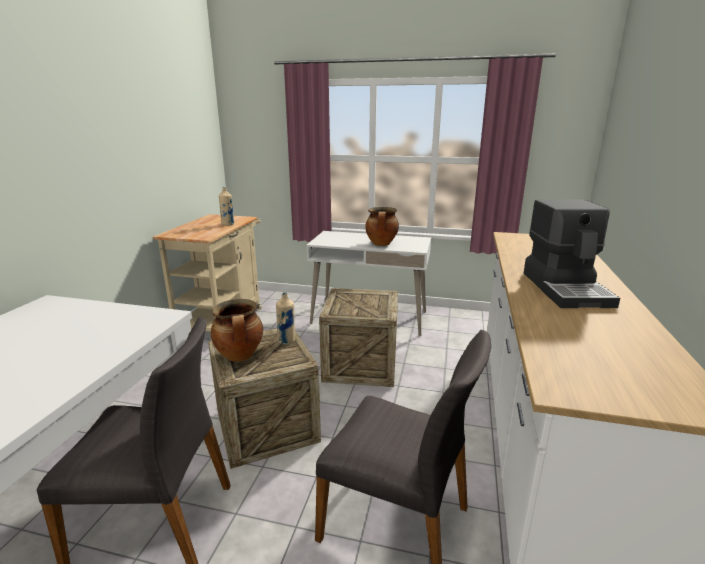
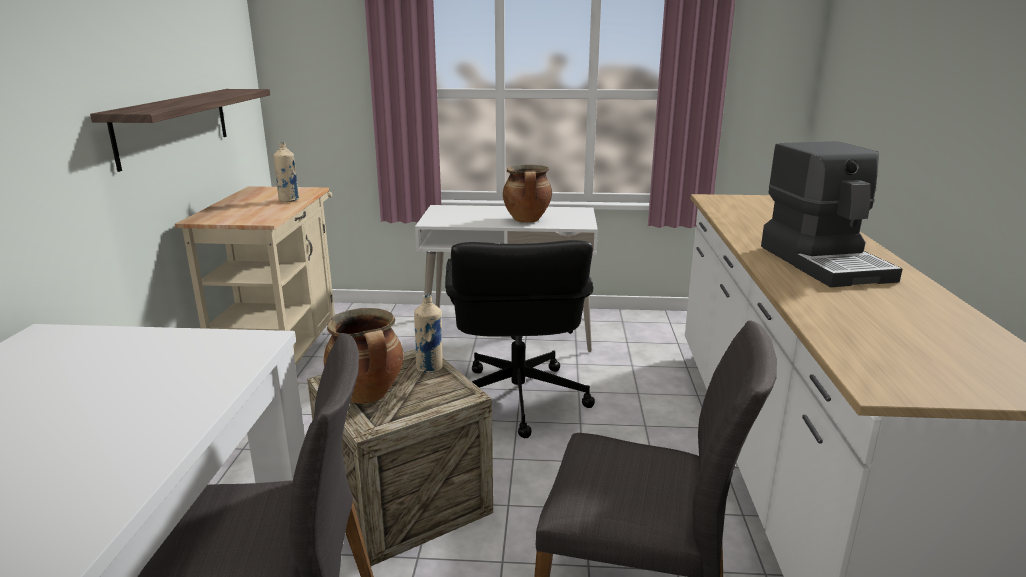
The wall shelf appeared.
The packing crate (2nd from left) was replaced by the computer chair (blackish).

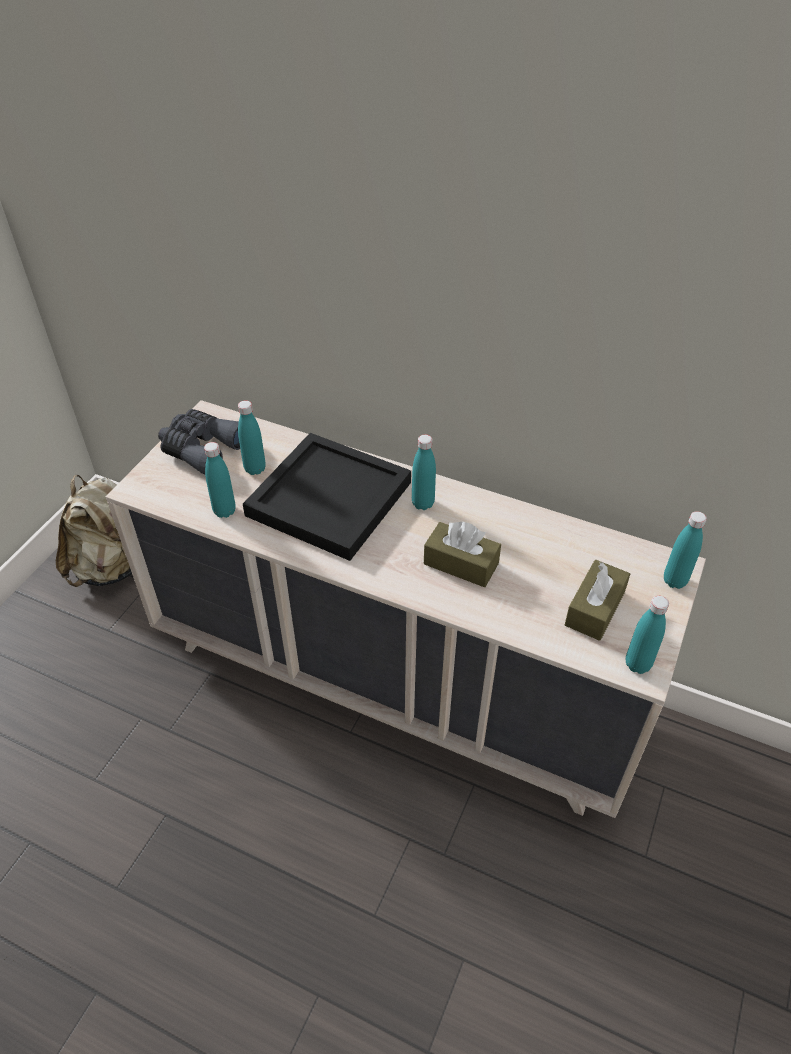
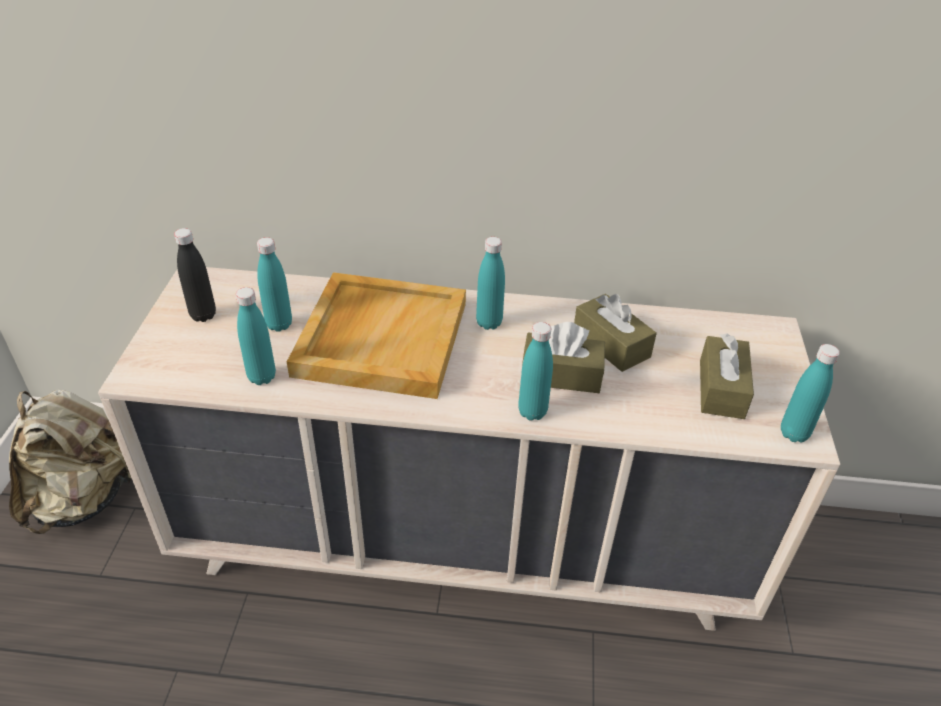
The pair of binoculars (grey) was replaced by the beverage bottle (blackish).
The carrying tray (blackish) became the carrying tray (beige-coloured).
The beverage bottle (turquoise-coloured) (5th from left in the first image) moved.
The box of tissues (brown) (2nd from left) appeared.

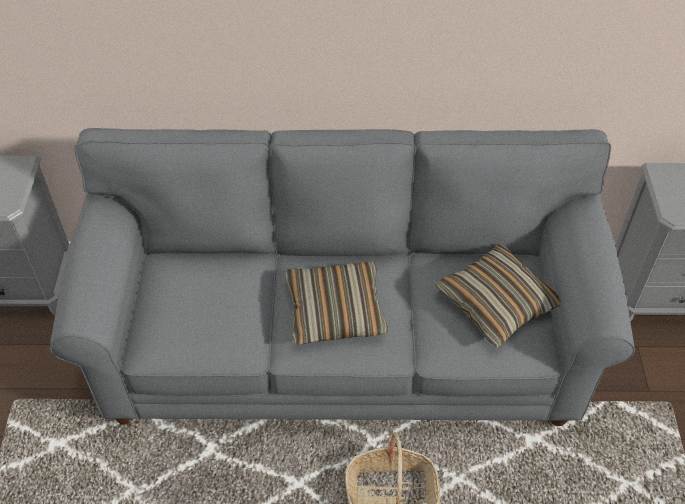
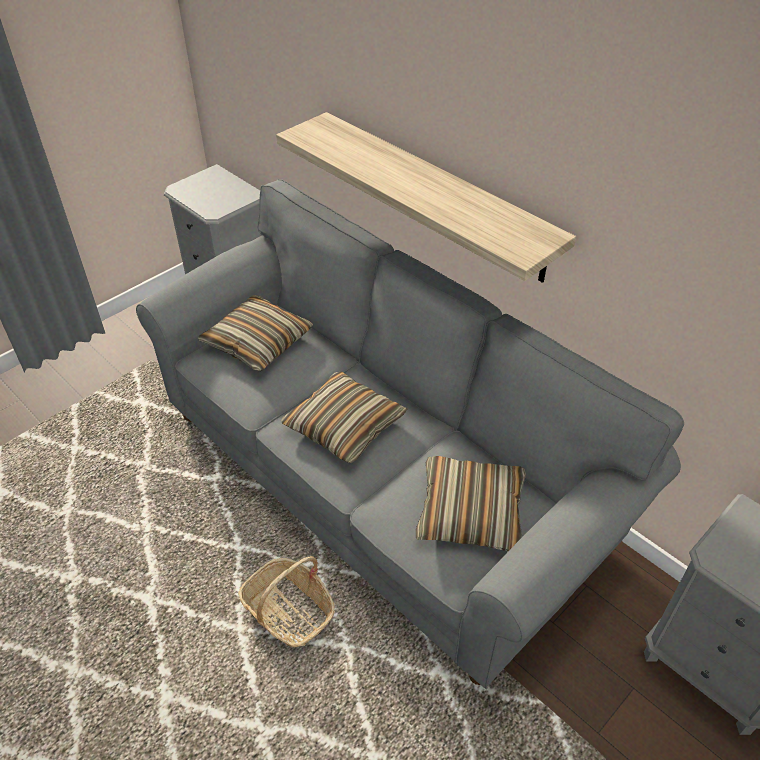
The cushion (1st from left) appeared.
The wall shelf appeared.

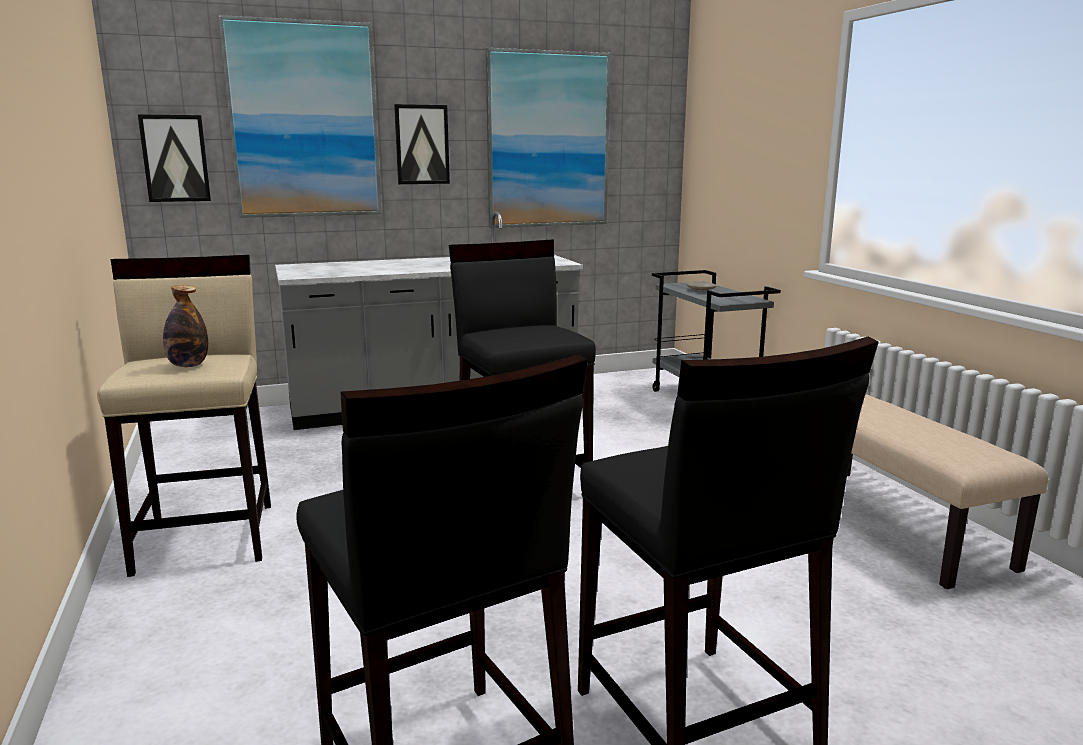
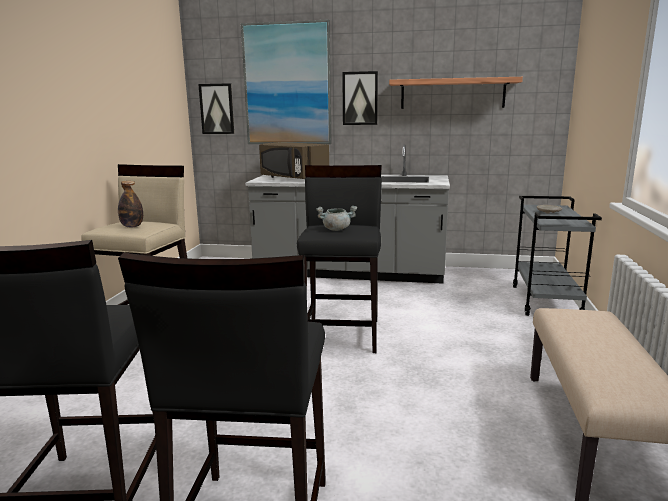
The kitchen microwave (brown) appeared.
The saucepot (grey) appeared.
The wall picture (4th from left) was replaced by the wall shelf.

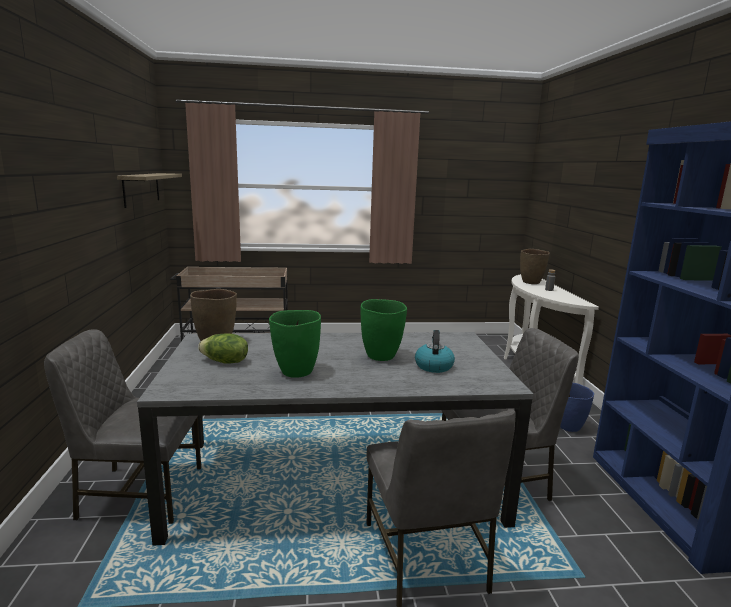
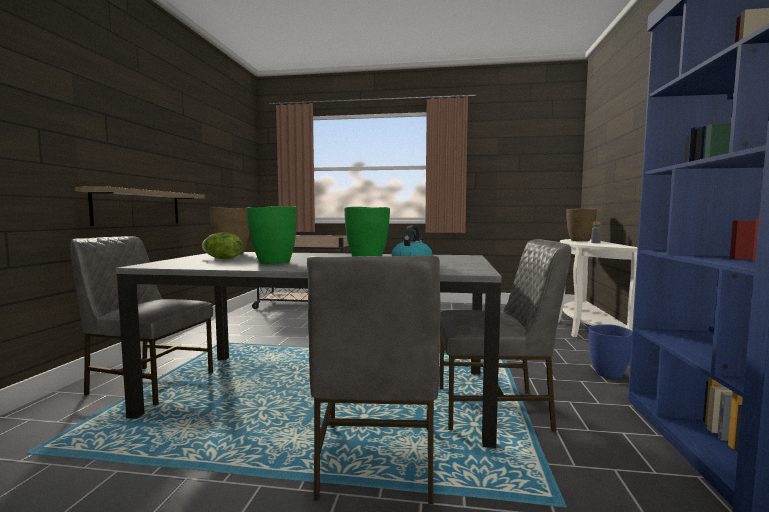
The wall shelf moved.

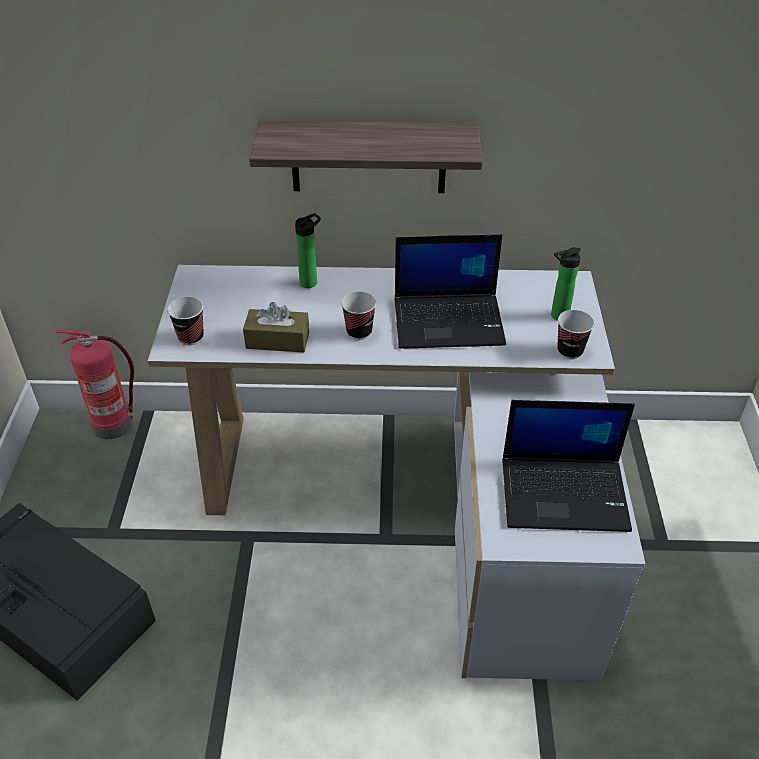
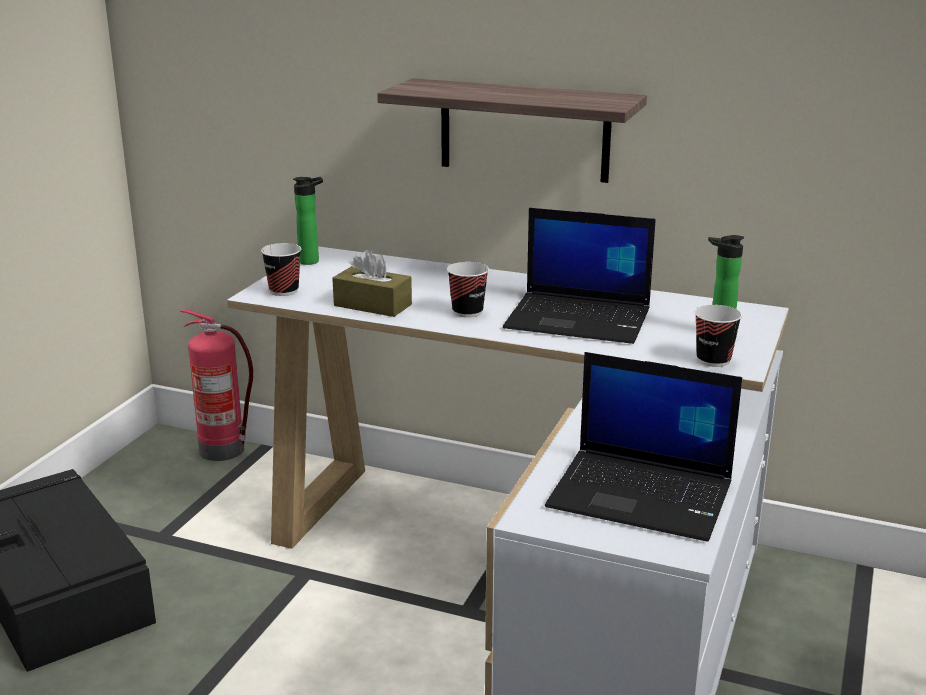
The beverage bottle (1st from left) moved.

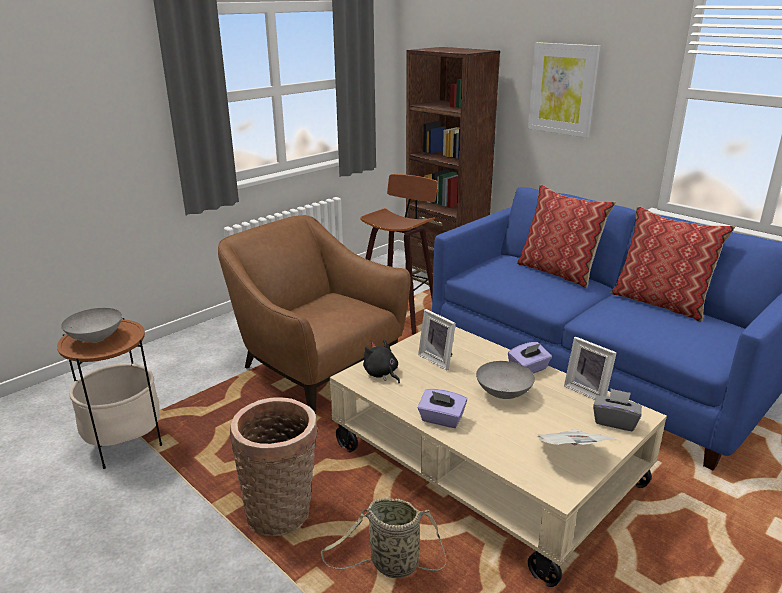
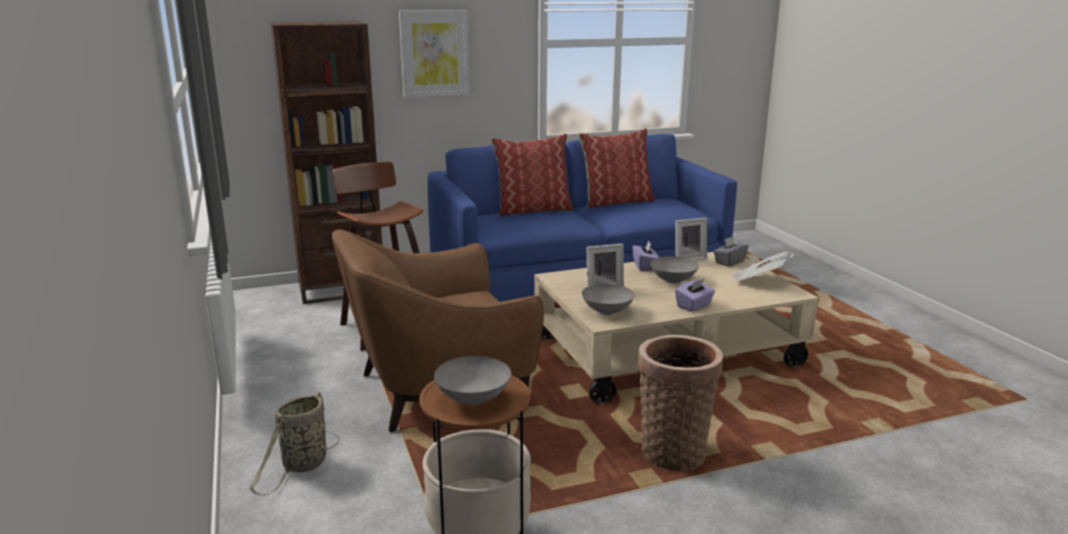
The basket (2nd from left in the first image) moved.
The soft toy (blackish) was replaced by the serving bowl (grey) (2nd from left).

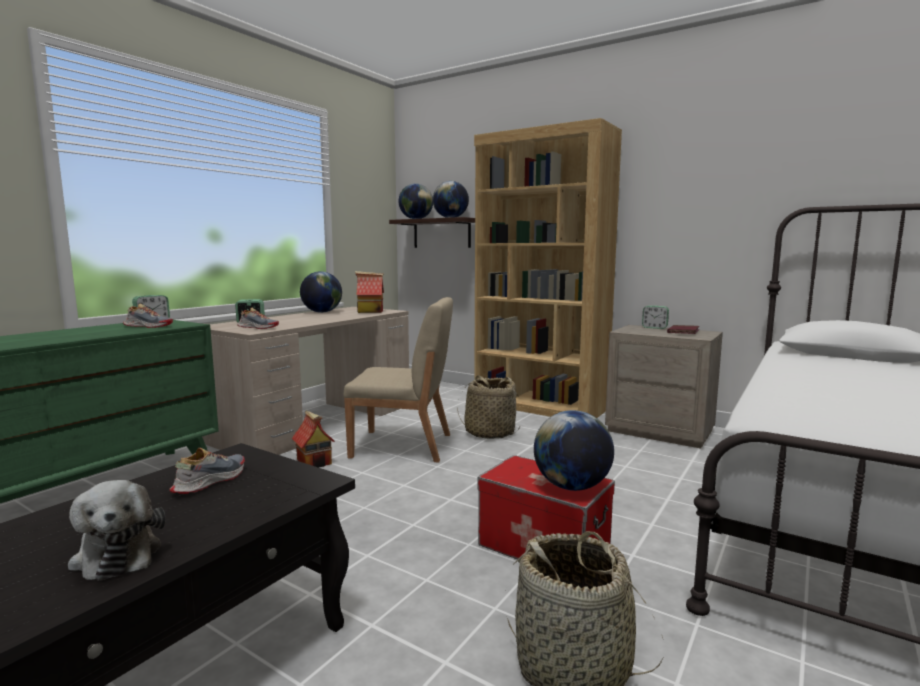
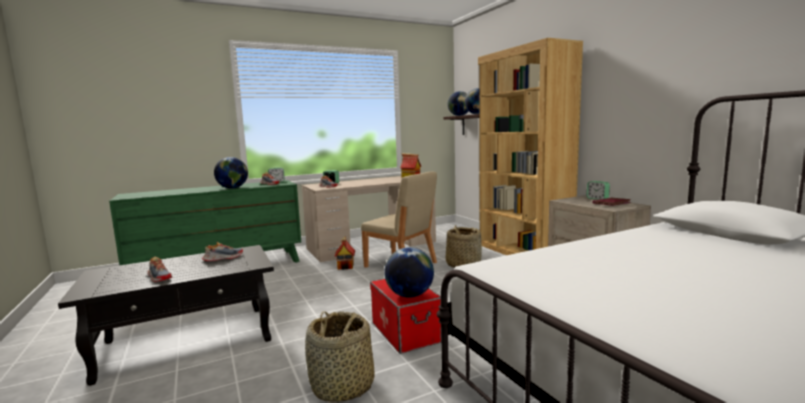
The soft toy was replaced by the low shoe (1st from left).
The world globe (1st from left) moved.

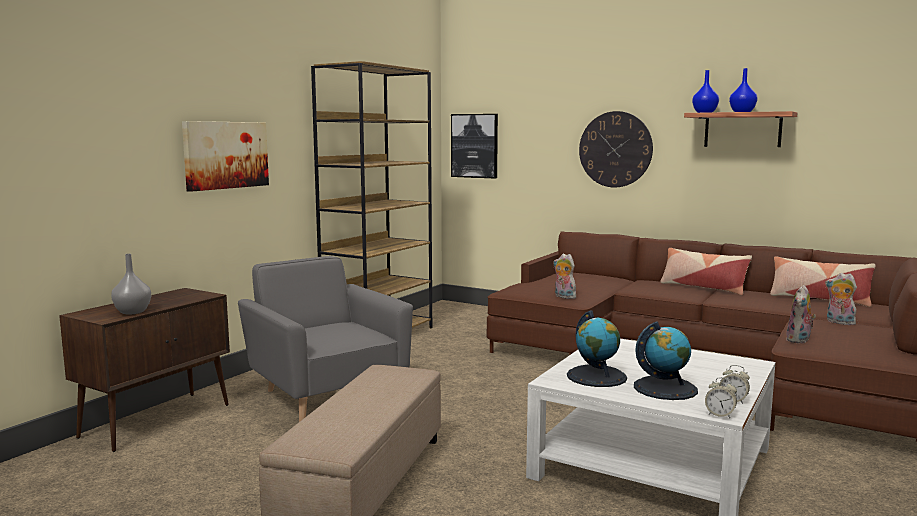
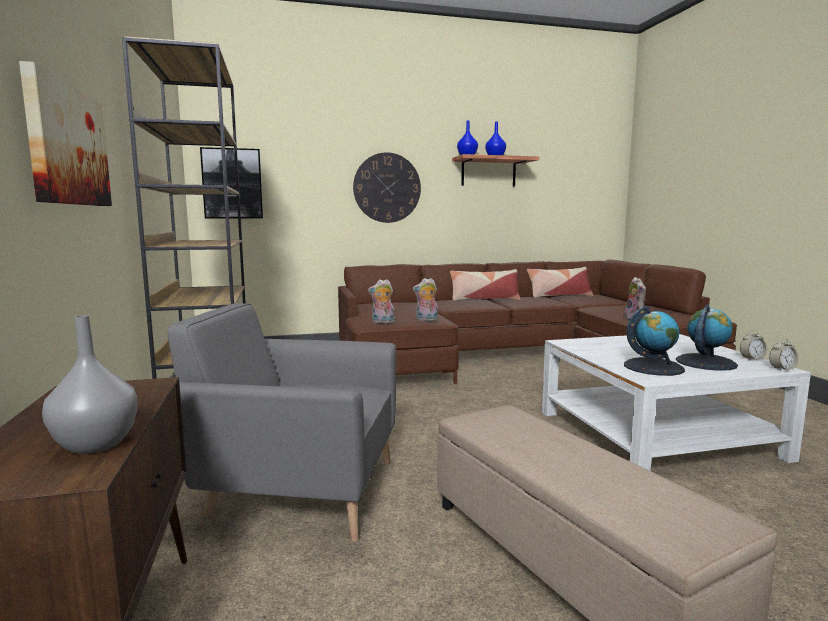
The soft toy (3rd from left in the first image) moved.

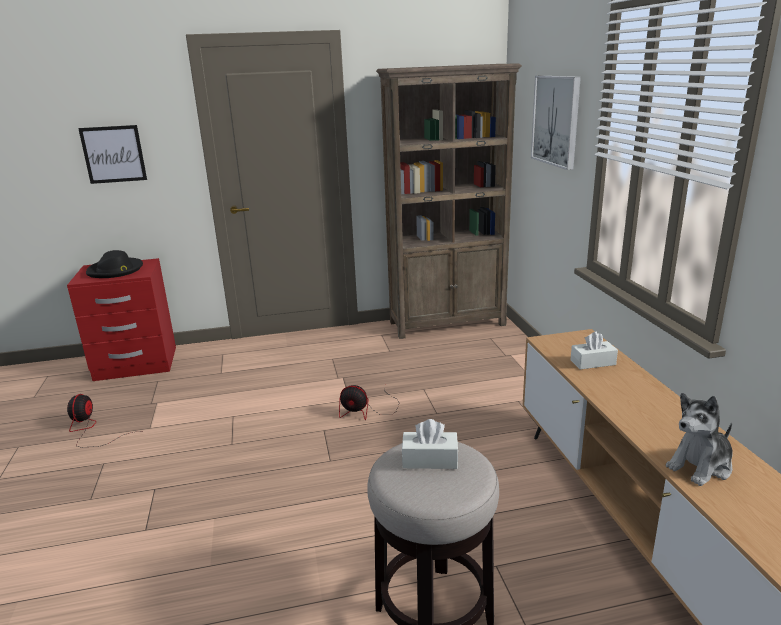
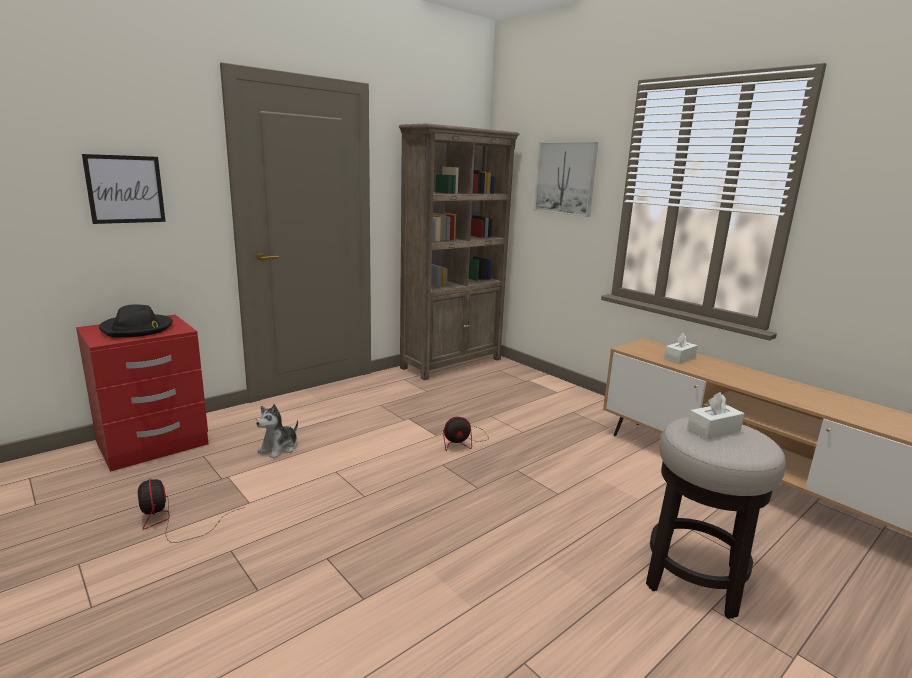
The soft toy moved.

